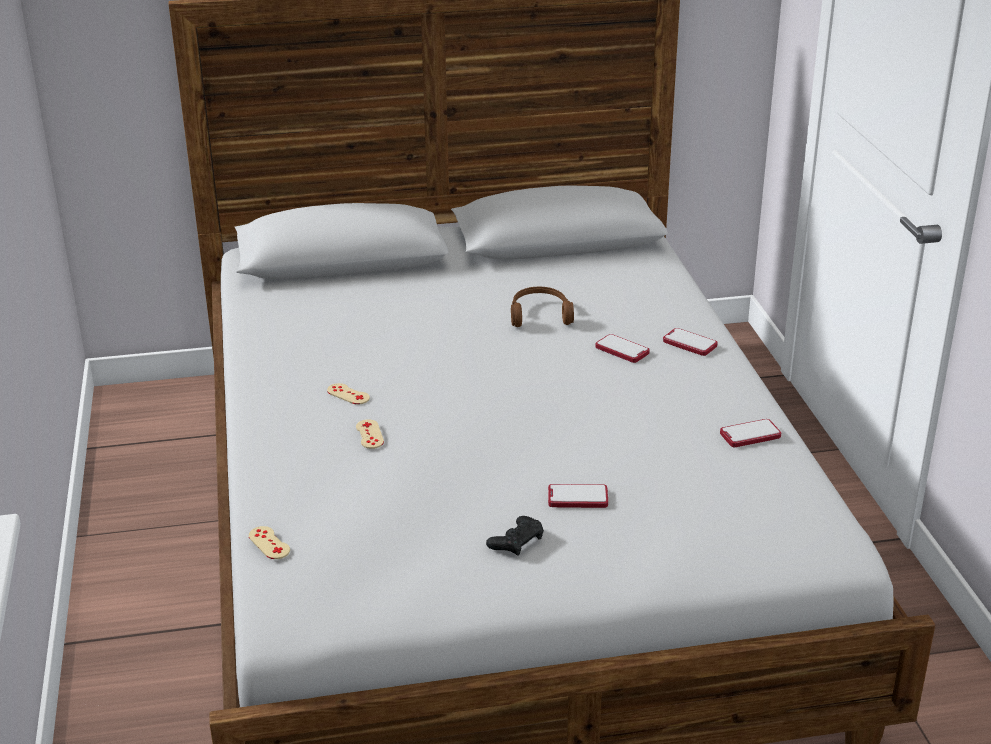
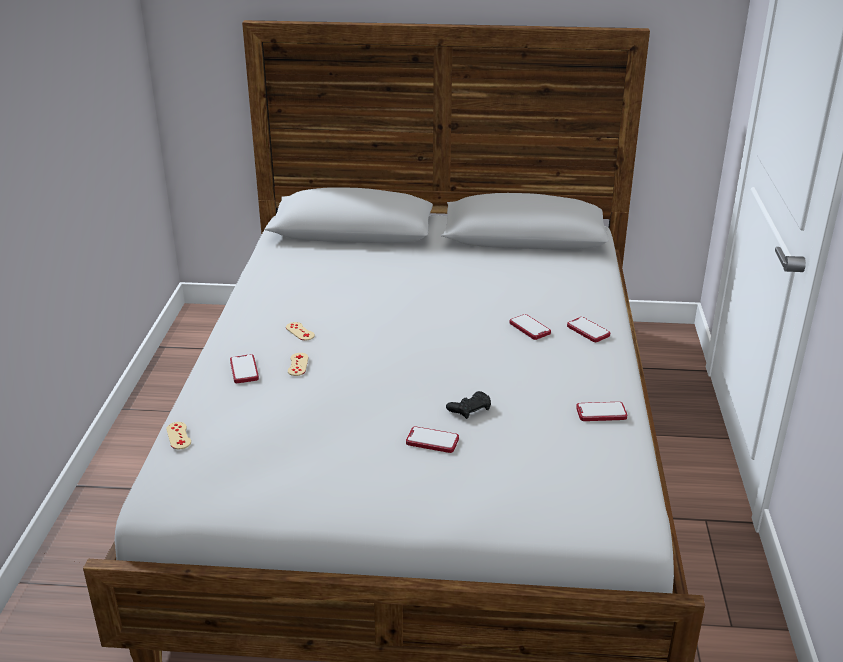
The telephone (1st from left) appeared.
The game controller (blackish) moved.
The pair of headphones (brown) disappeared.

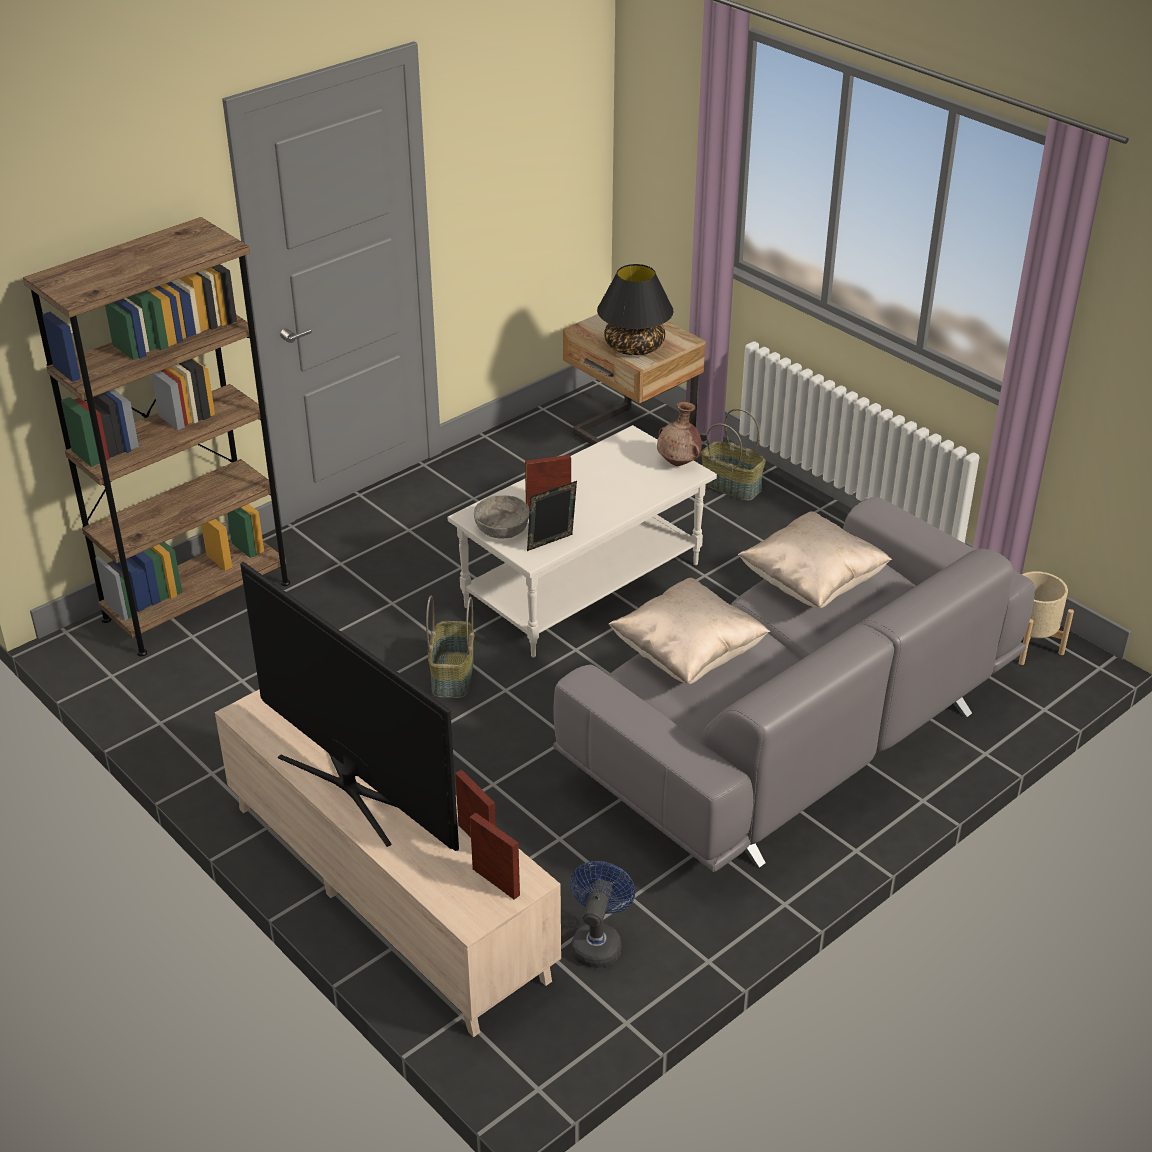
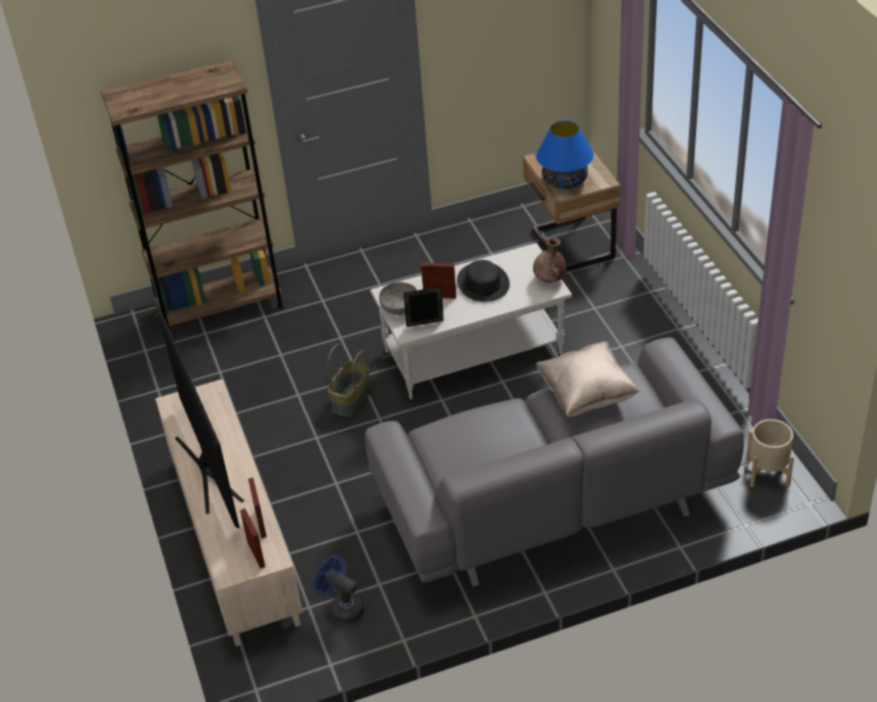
The fan (blue) turned 90 degrees counterclockwise.
The hat (blackish) appeared.
The table lamp (blackish) became the table lamp (blue).
The cushion (beige-coloured) (1st from left) disappeared.
The basket (2nd from left) disappeared.

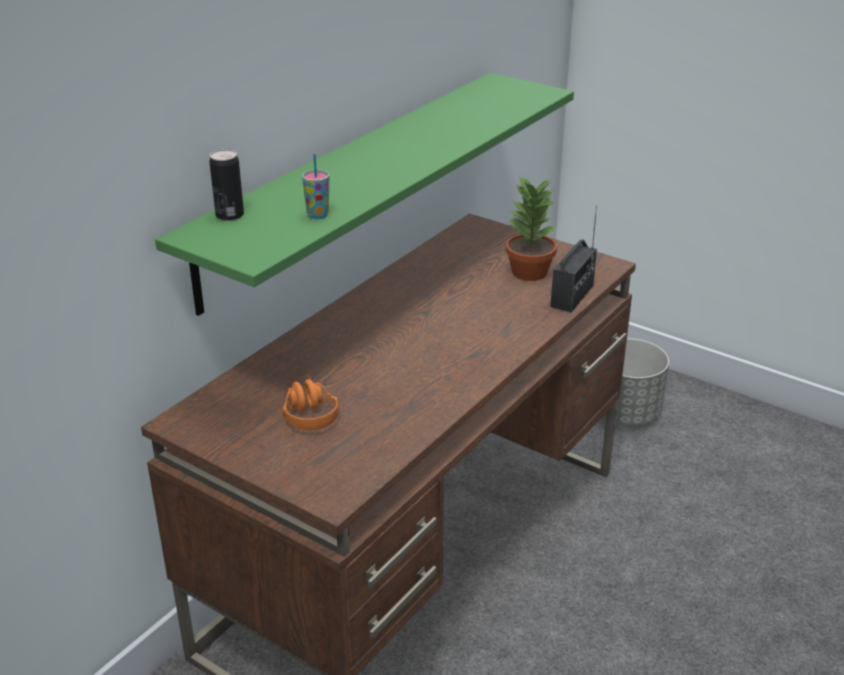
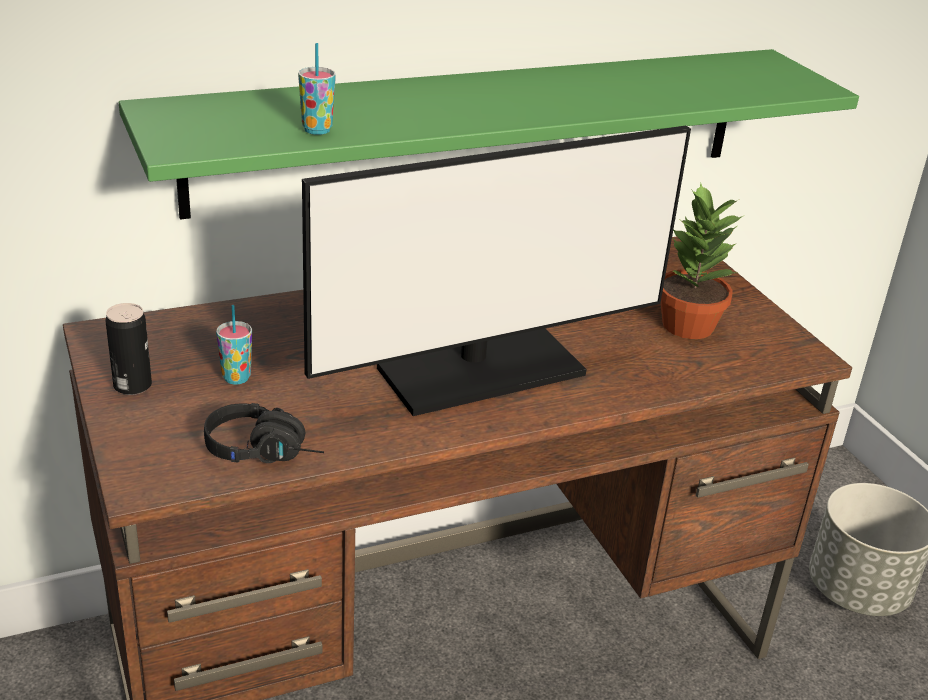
The can moved.
The pair of headphones (blackish) appeared.
The pair of headphones (orangey) was replaced by the cup (1st from left).
The computer display appeared.
The radio receiver disappeared.

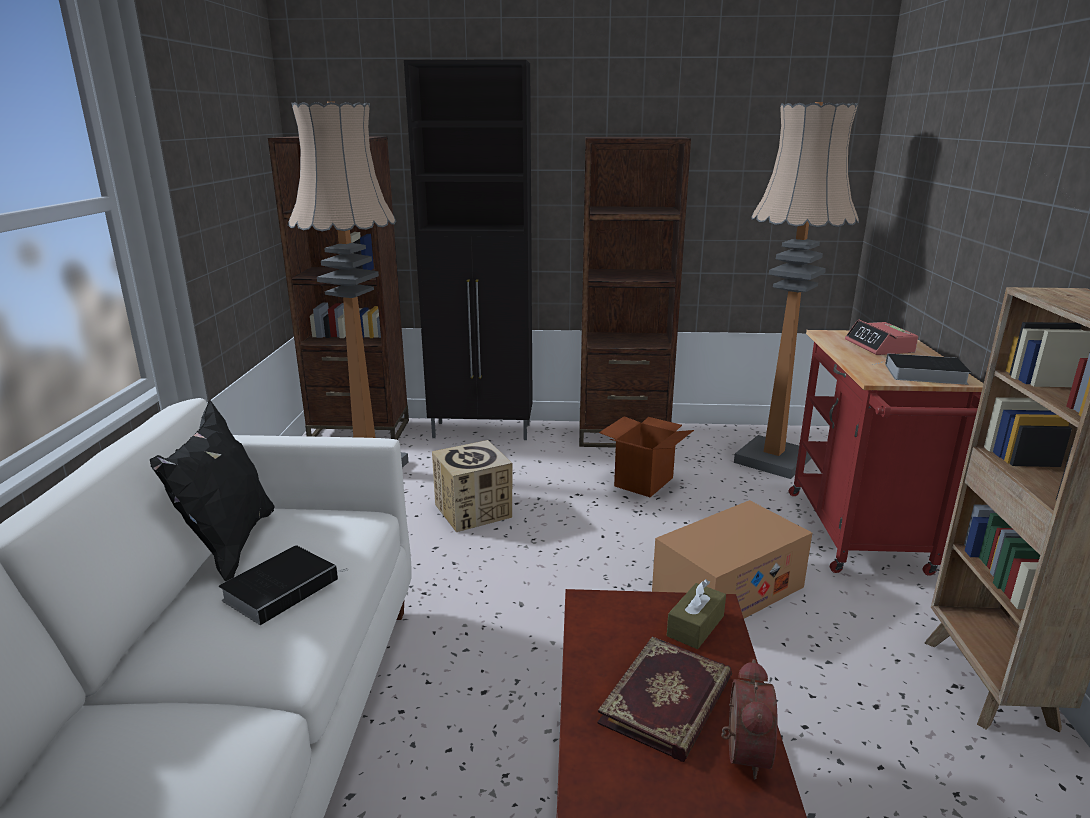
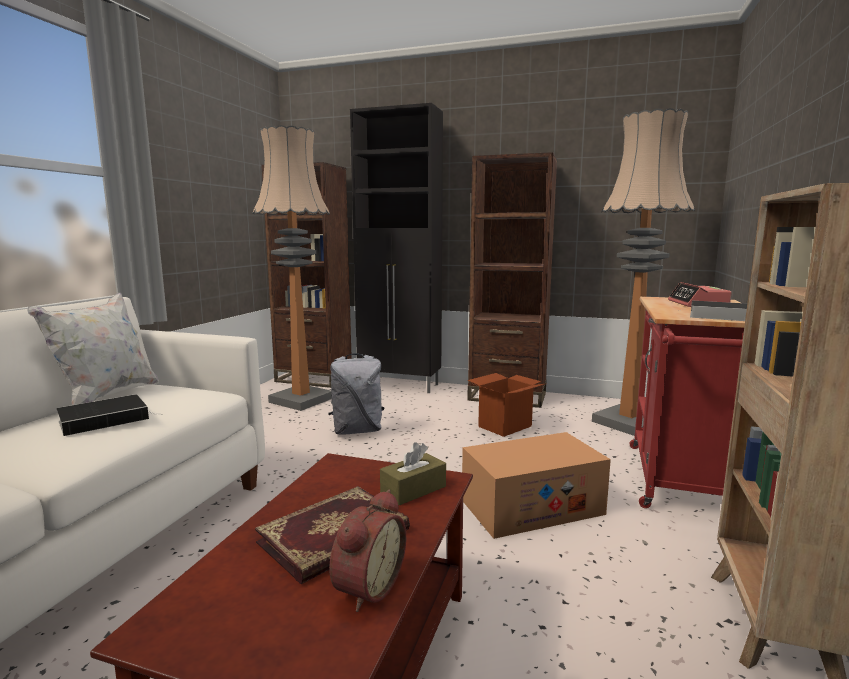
The cushion (blackish) became the cushion (white).
The cardboard box (1st from left) was replaced by the backpack (grey).

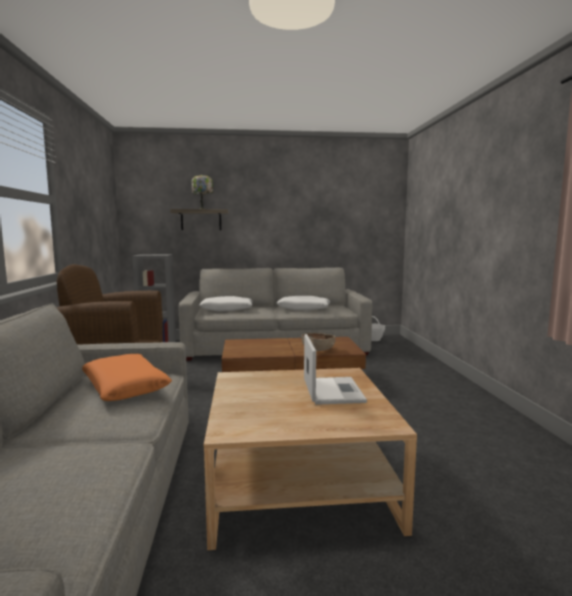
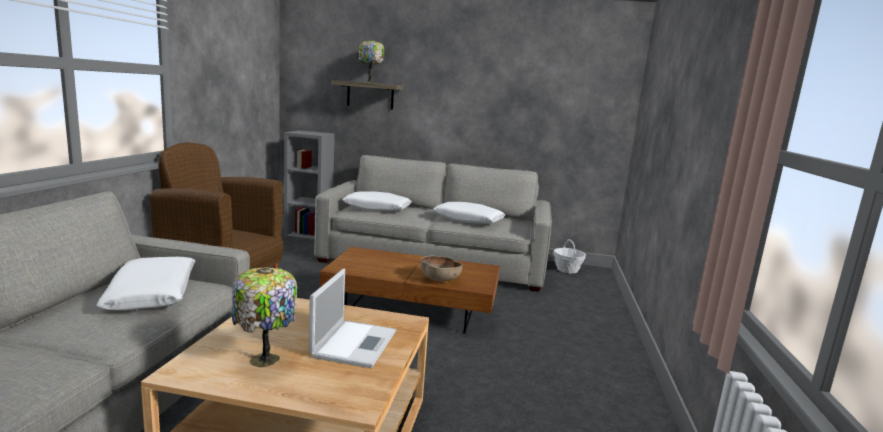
The cushion (orangey) became the cushion (white) (1st from left).
The table lamp (1st from left) appeared.

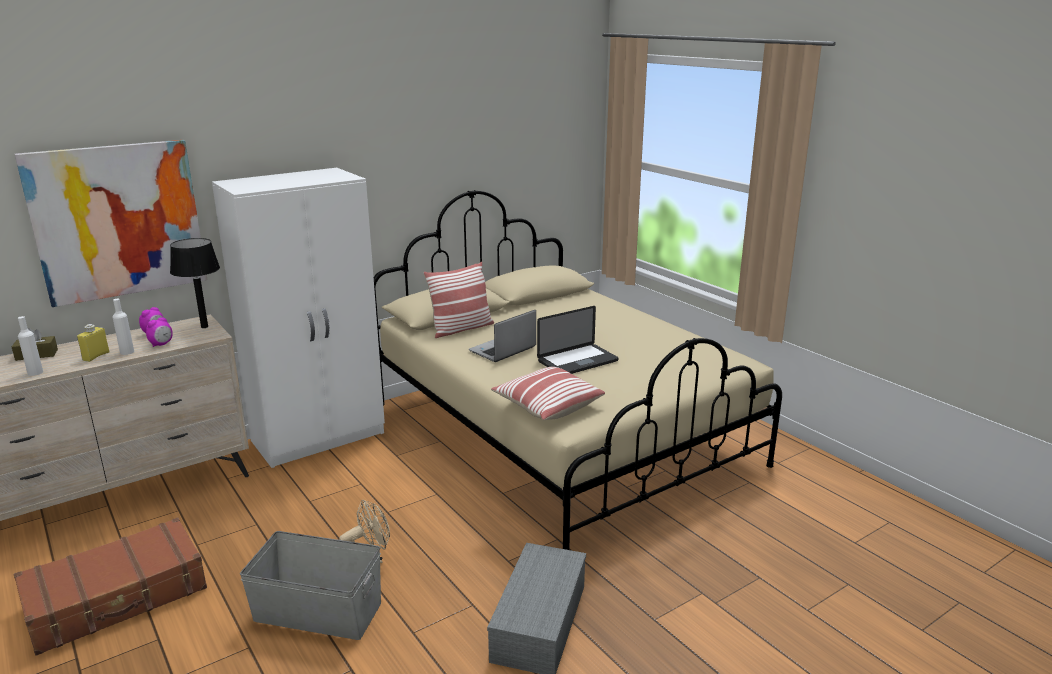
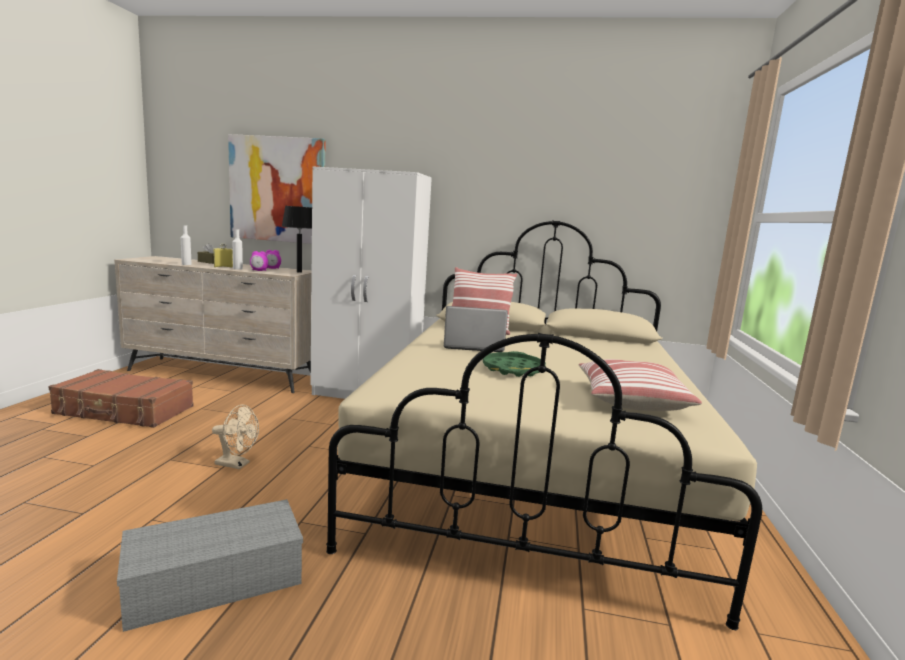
The laptop (2nd from left) was replaced by the carrying tray (green-coloured).
The cushion (2nd from left) moved.
The storage bin (grey) (1st from left) disappeared.

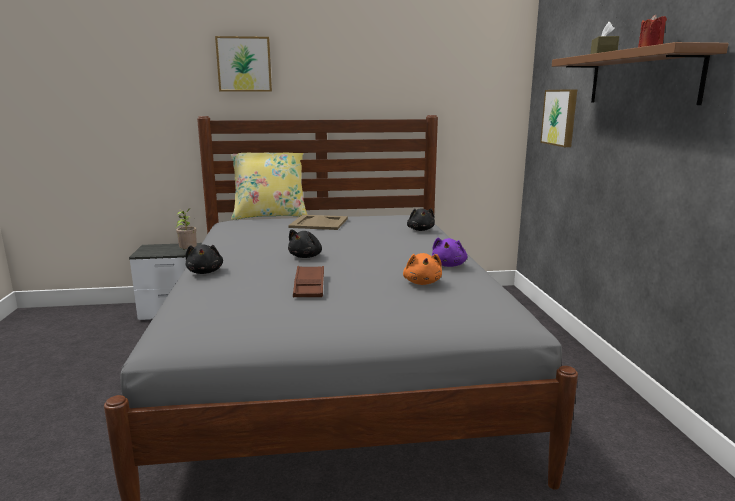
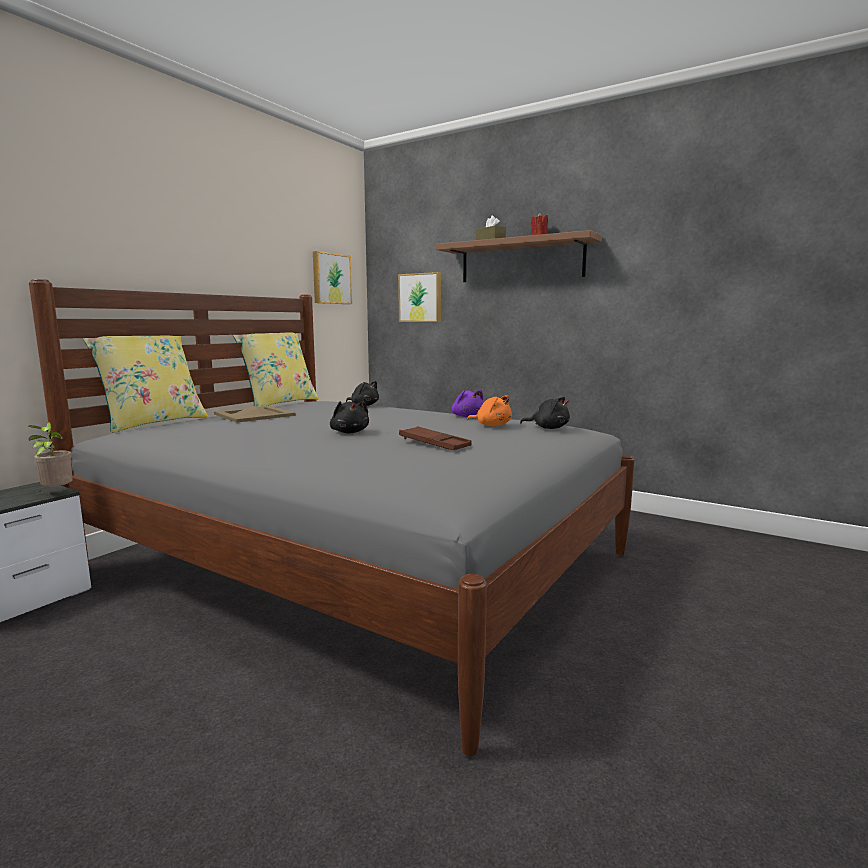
The cushion (yellow) (2nd from left) appeared.
The wall picture (1st from left) moved.
The soft toy (blackish) (1st from left in the first image) moved.

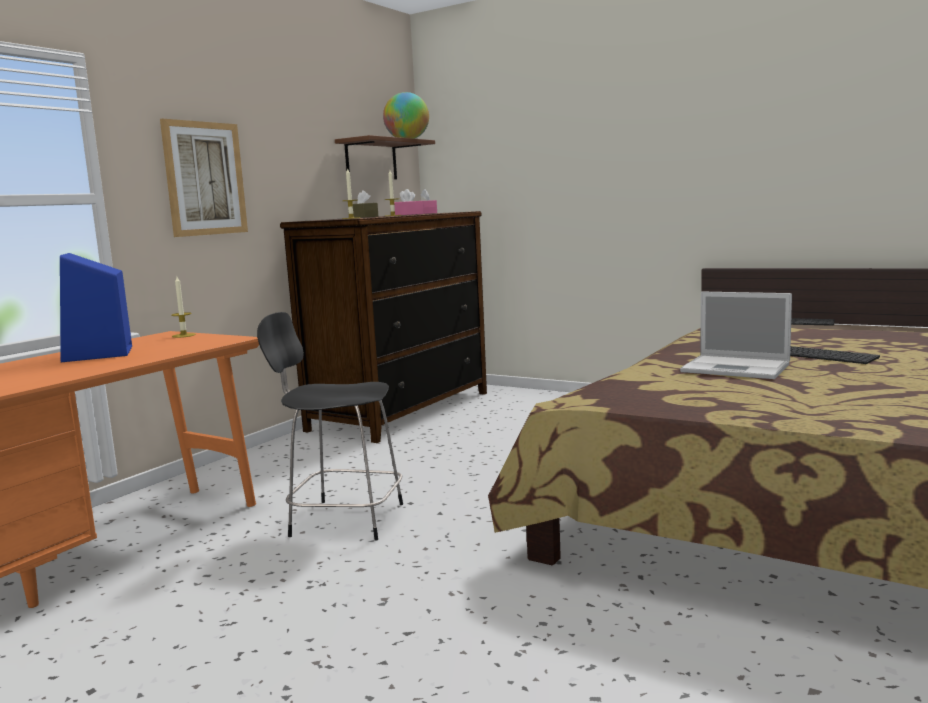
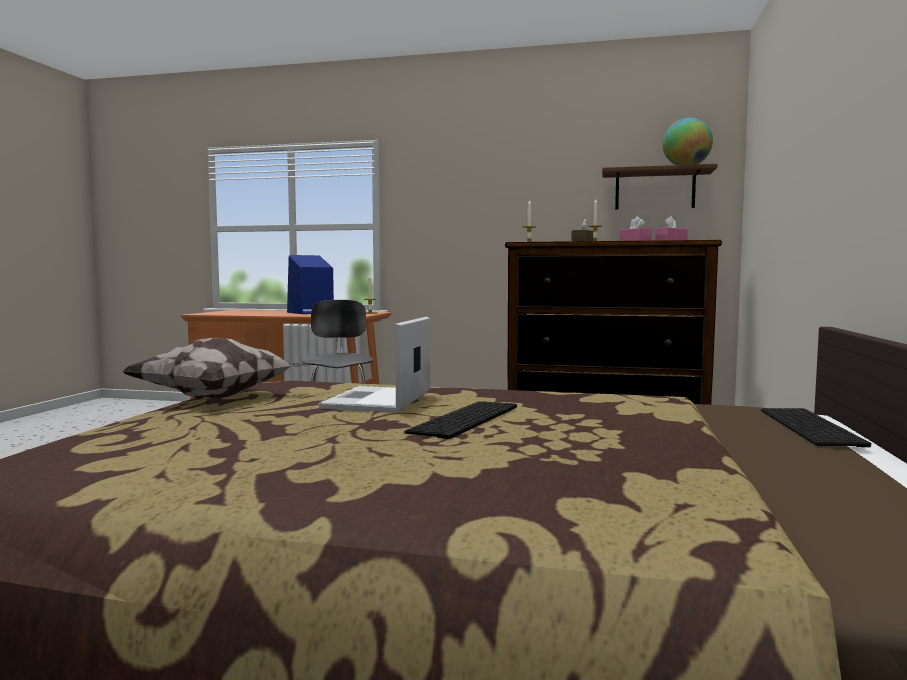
The cushion appeared.
The wall picture disappeared.

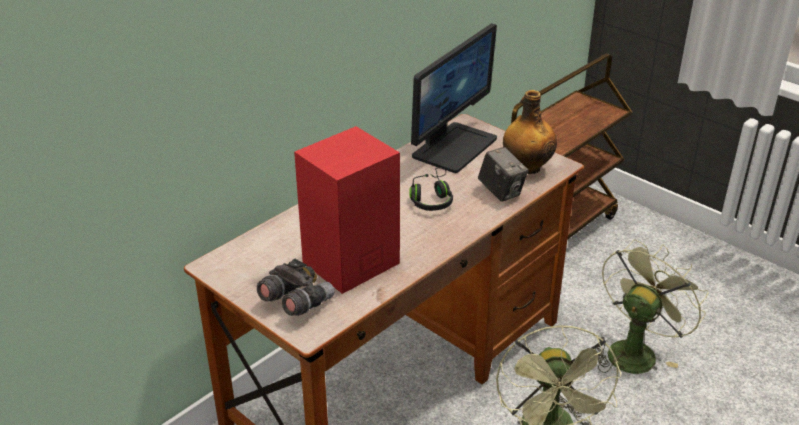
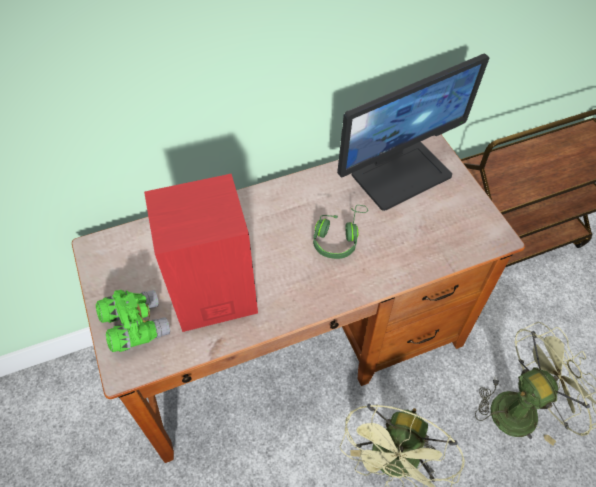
The pair of binoculars (grey) became the pair of binoculars (green-coloured).
The pair of headphones (blackish) became the pair of headphones (green-coloured).
The photo camera disappeared.
The beverage bottle disappeared.

